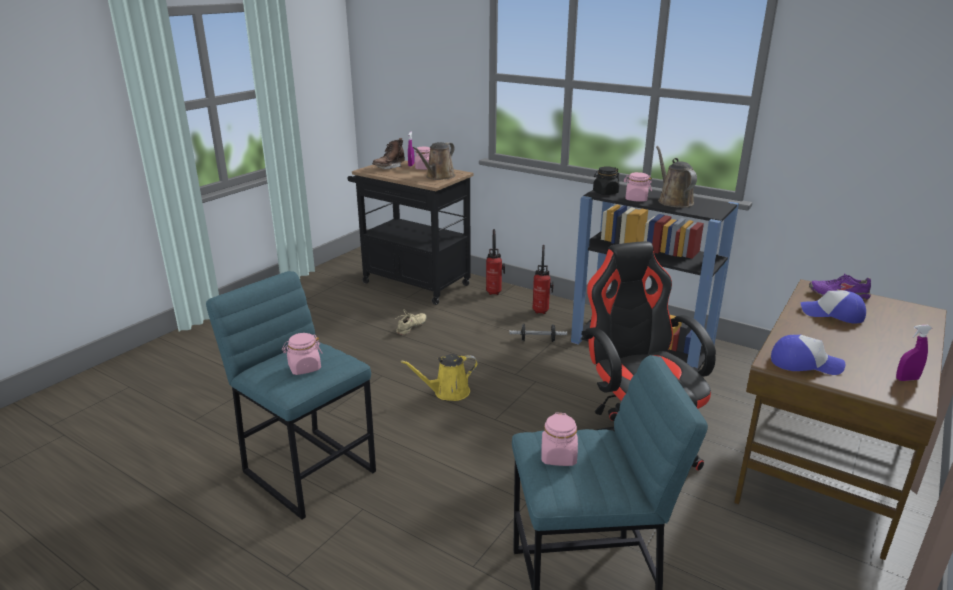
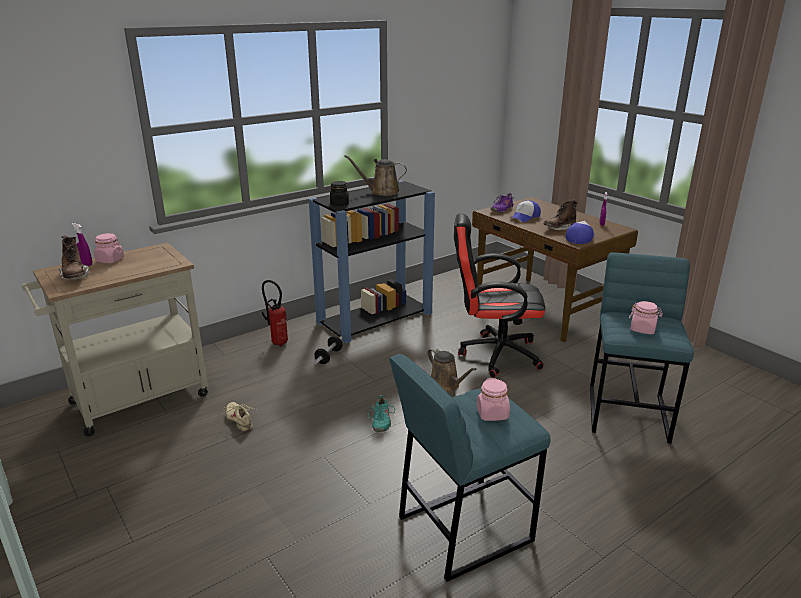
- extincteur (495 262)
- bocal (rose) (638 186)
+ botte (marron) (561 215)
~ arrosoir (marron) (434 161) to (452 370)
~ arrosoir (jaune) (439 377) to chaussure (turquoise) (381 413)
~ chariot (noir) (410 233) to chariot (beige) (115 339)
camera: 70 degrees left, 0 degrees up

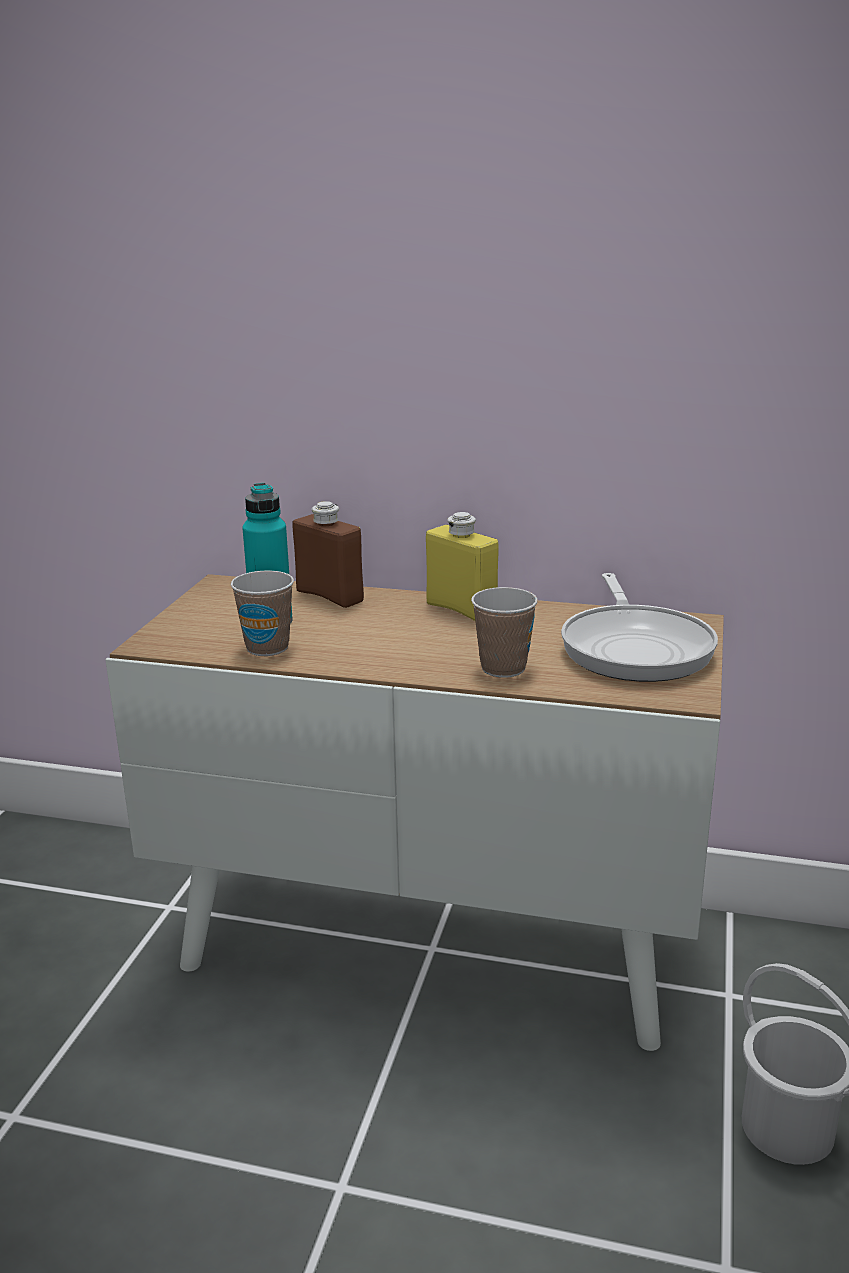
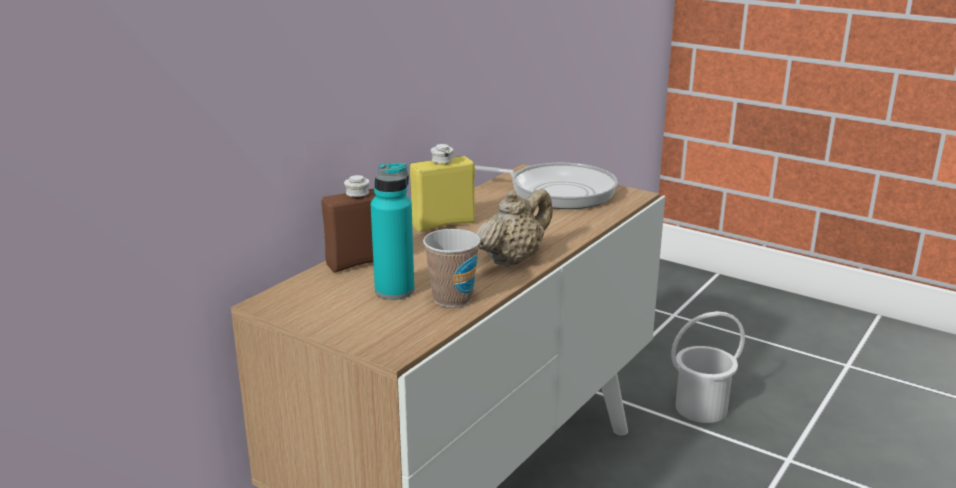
- tasse (504 632)
+ théière (beige) (514 228)
camera: 70 degrees left, 0 degrees up

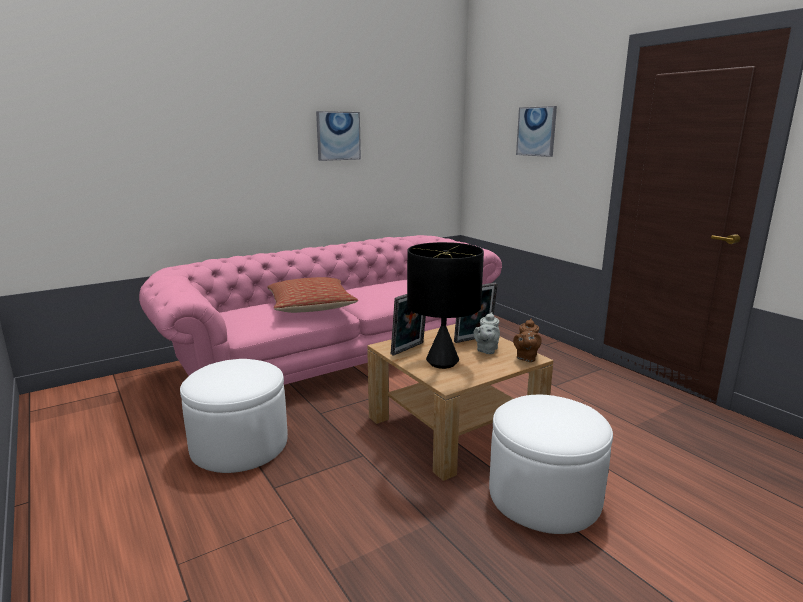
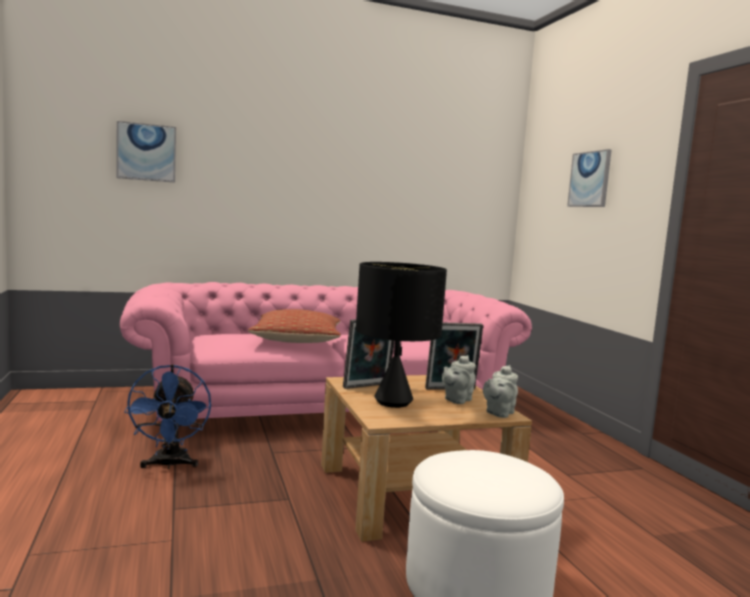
~ tableau (338 136) to (146 152)
~ pouf (blanc) (234 416) to ventilateur (bleu) (167 416)
~ théière (marron) (527 340) to théière (gris) (500 391)
camera: 15 degrees right, 10 degrees down

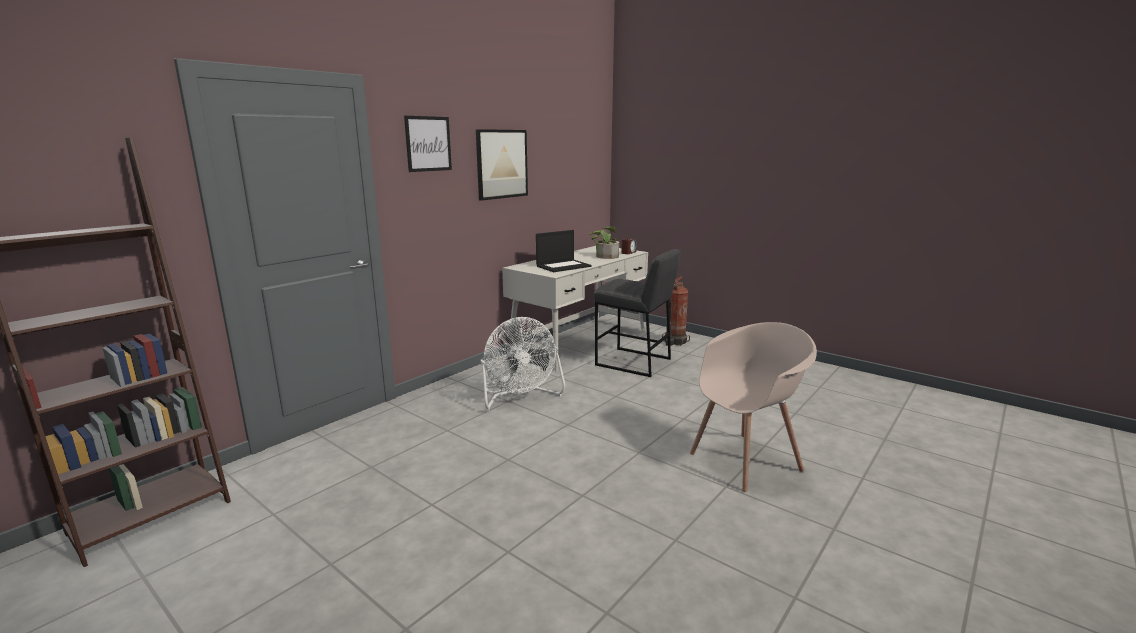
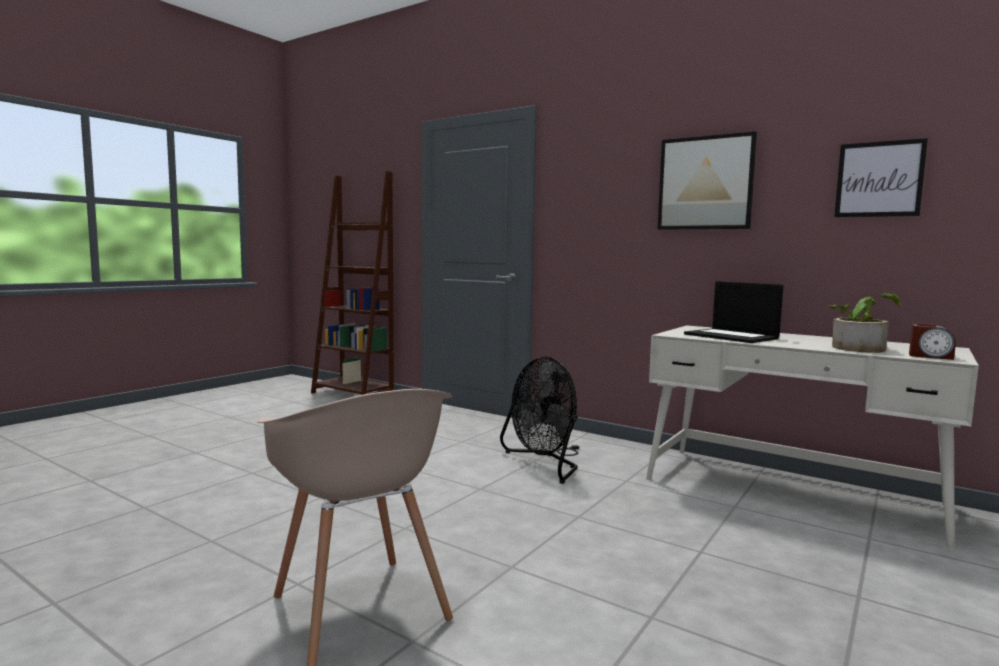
- tabouret (gris) (637 313)
- extincteur (676 311)
~ tableau (428 144) to (881 177)
~ ventilateur (blanc) (523 364) to ventilateur (noir) (540 420)
camera: 85 degrees right, 10 degrees down

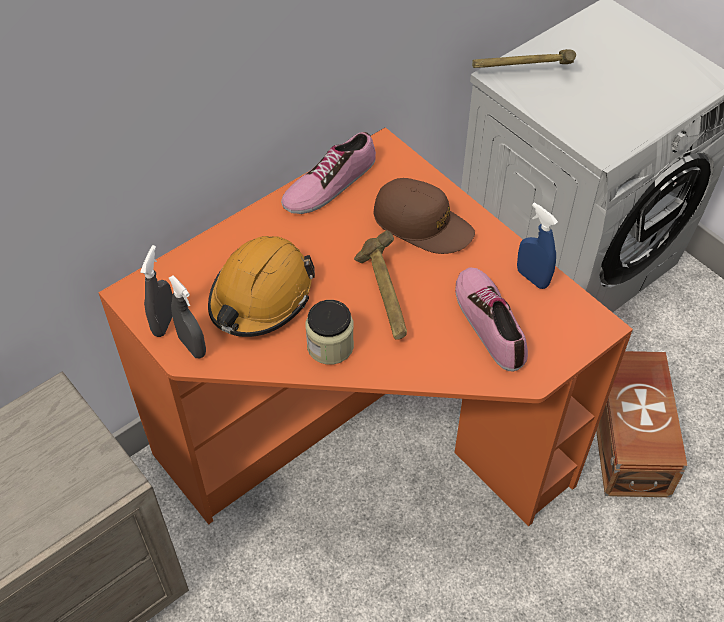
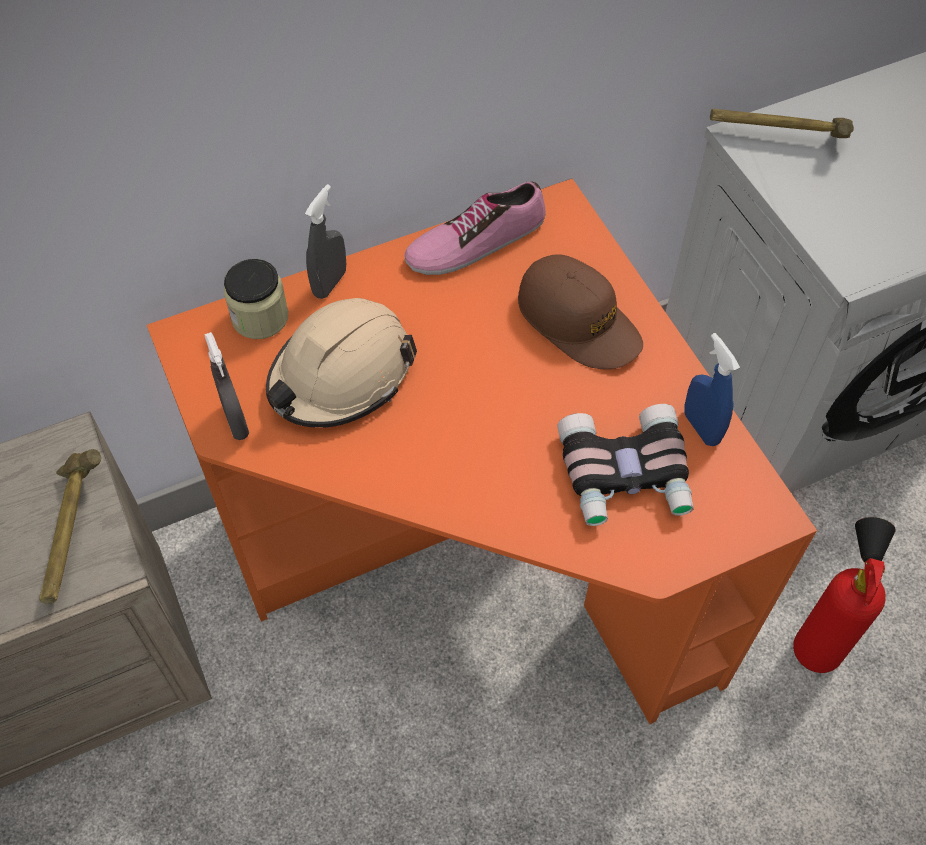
~ vaporisateur (gris) (156 291) to (325 241)
~ bocal (329 332) to (256 299)
~ marteau (380 285) to (70 526)
~ chaussure (491 319) to jumelles (625 465)
~ boîte de rangement (marron) (642 424) to extincteur (844 595)
~ casque de chantier (orange) (261 286) to casque de chantier (beige) (341 363)
camera: 15 degrees right, 5 degrees up

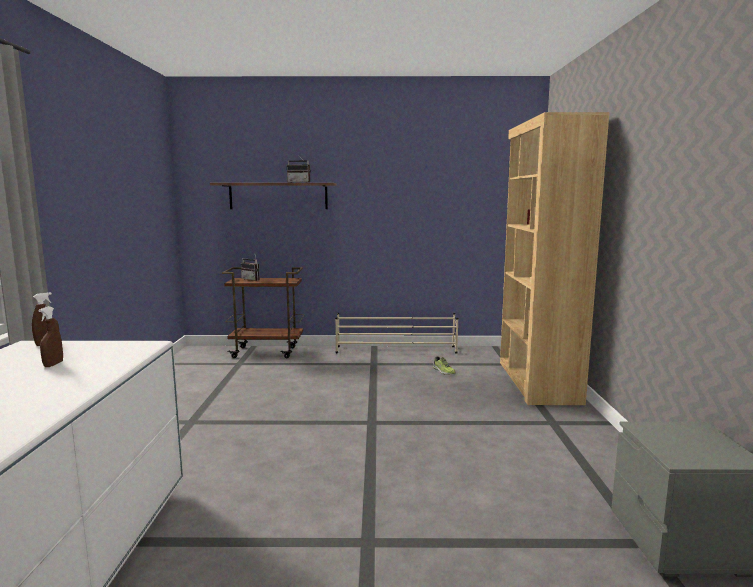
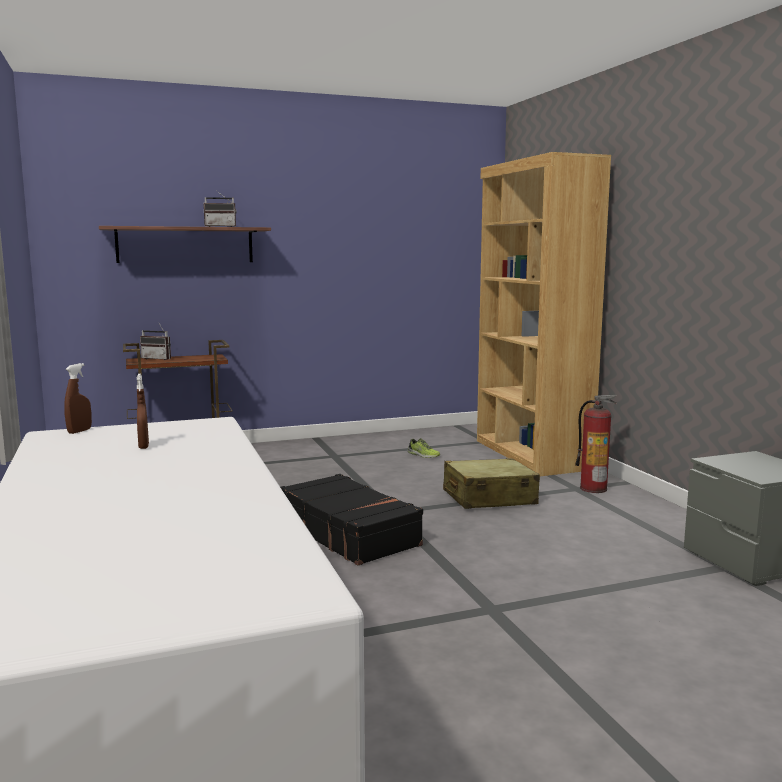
- étagère à chaussures (beige) (396 333)
+ valise (noir) (351 520)
+ valise (beige) (491 483)
+ extincteur (596 444)
camera: 20 degrees left, 0 degrees up

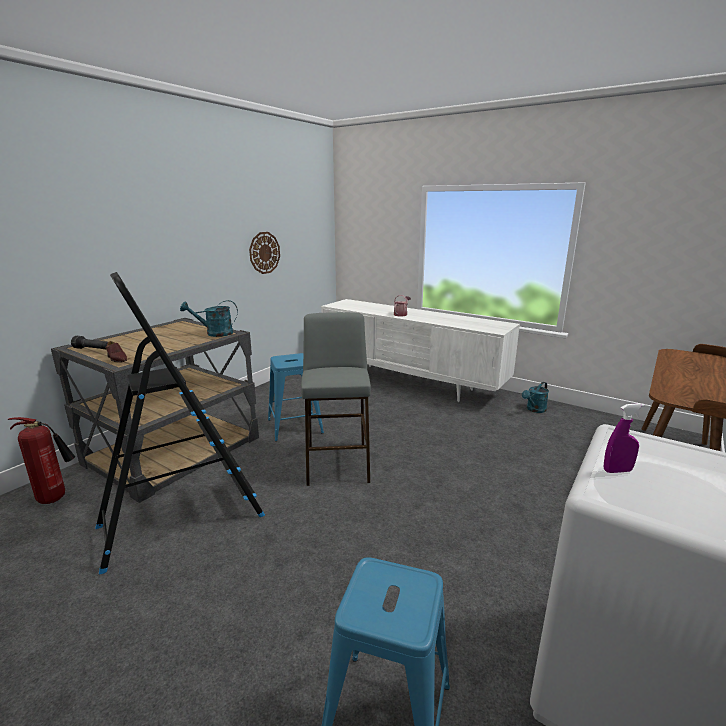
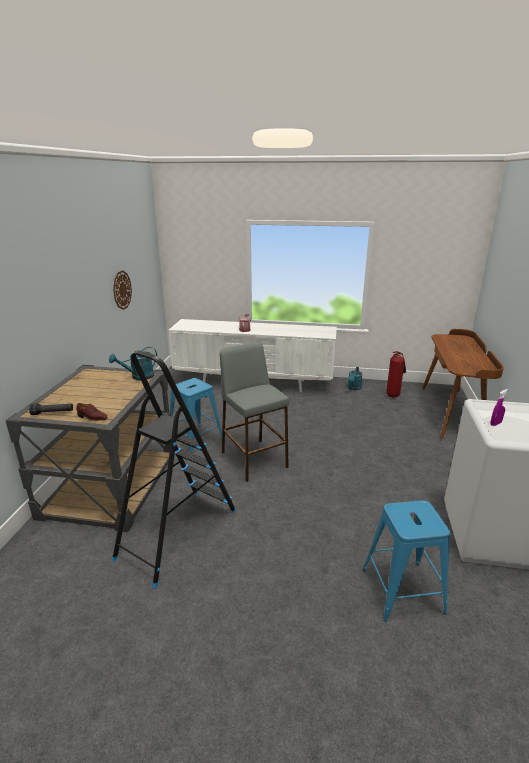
~ extincteur (41 460) to (396 374)
camera: 25 degrees left, 5 degrees up

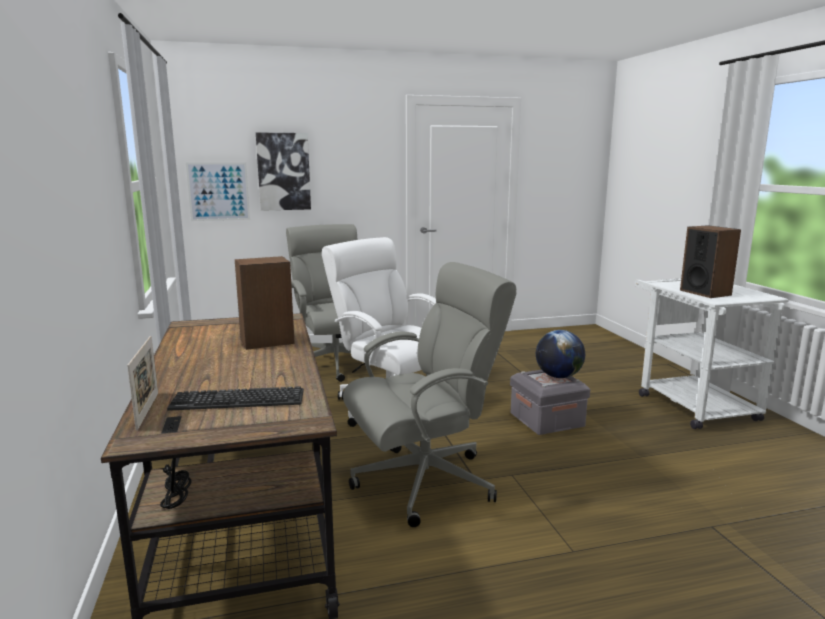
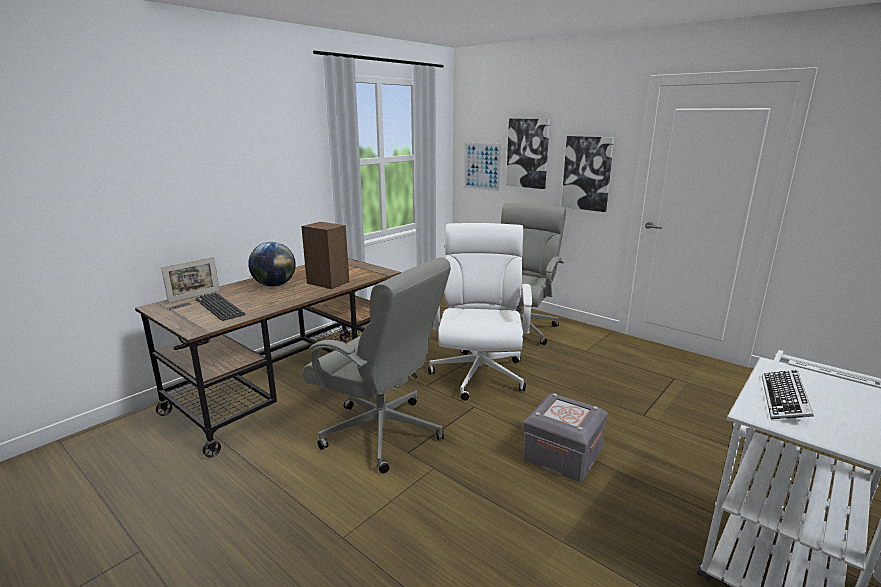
+ tableau (587 174)
~ globe (560 354) to (272 264)
~ enceinte (710 261) to clavier (788 394)
camera: 55 degrees right, 5 degrees up

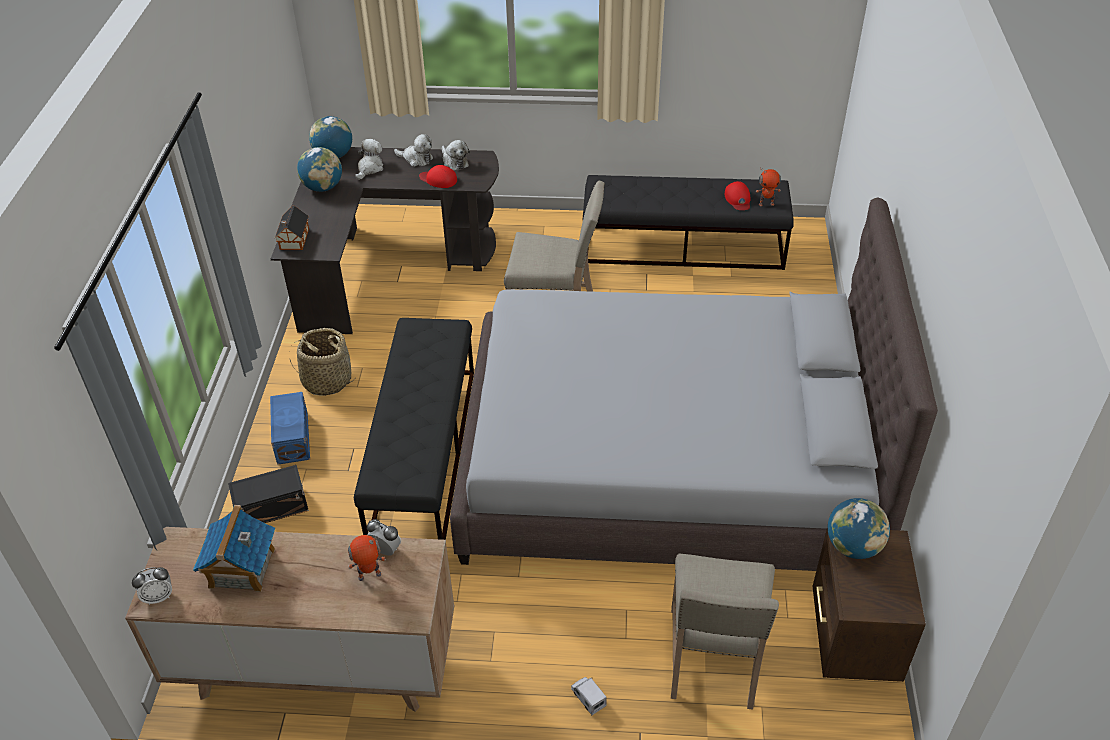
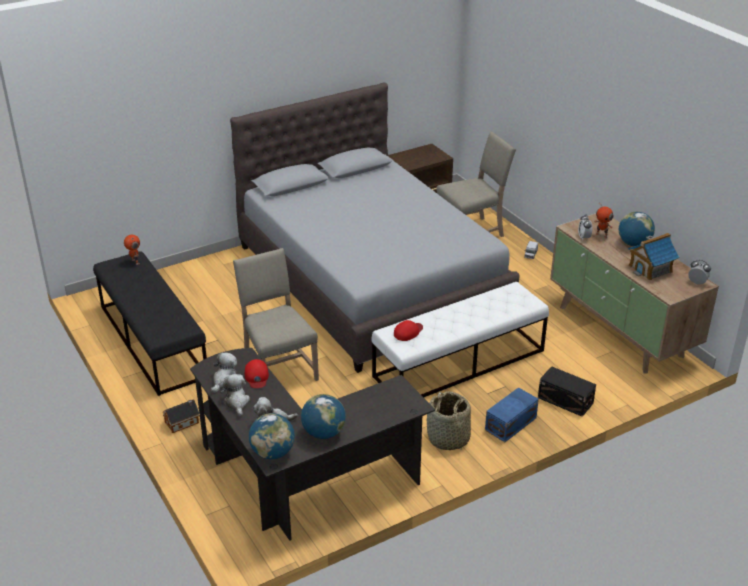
~ maison miniature (292 228) to (181 416)
~ casquette (rouge) (738 195) to (408 330)
~ globe (859 528) to (637 229)
~ banc (noir) (414 429) to banc (blanc) (460 339)
camera: 125 degrees left, 10 degrees down

